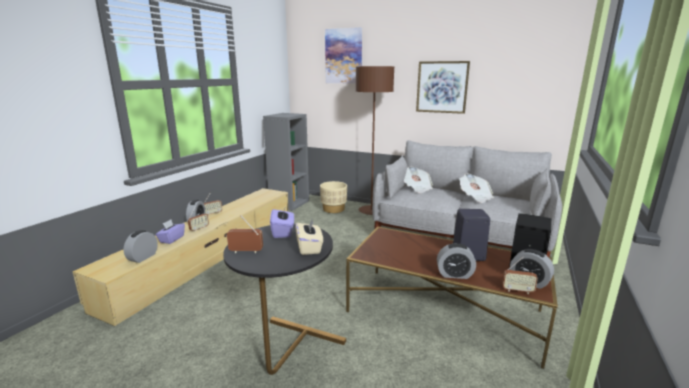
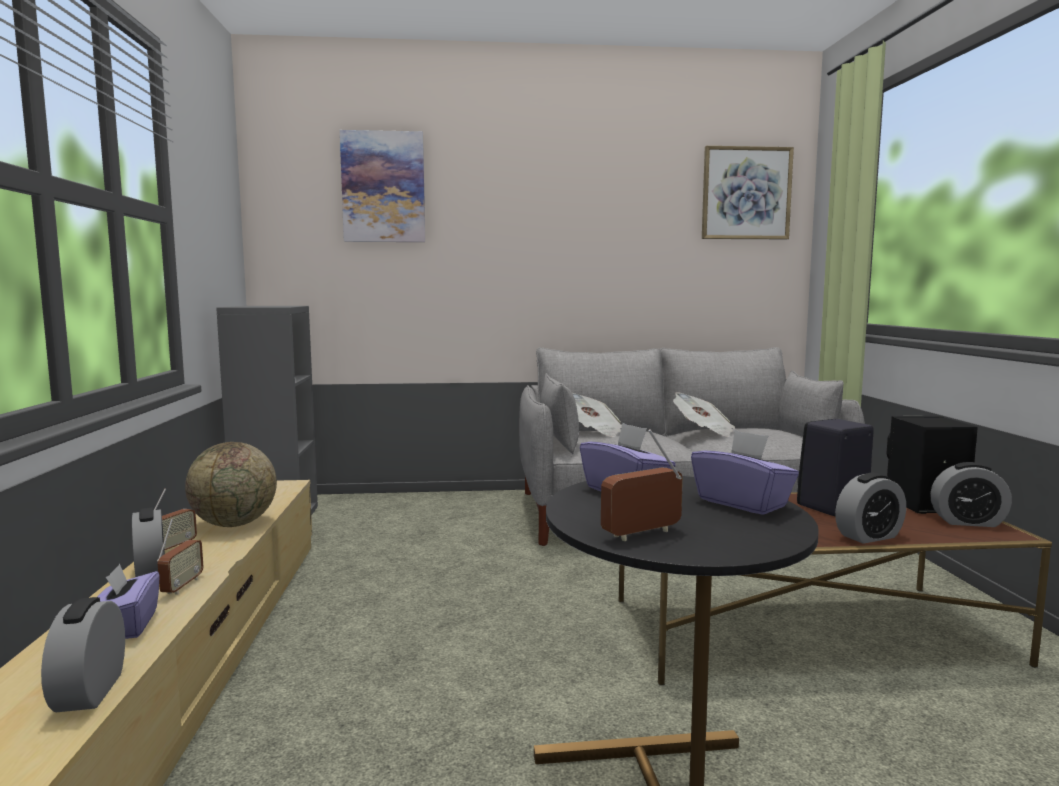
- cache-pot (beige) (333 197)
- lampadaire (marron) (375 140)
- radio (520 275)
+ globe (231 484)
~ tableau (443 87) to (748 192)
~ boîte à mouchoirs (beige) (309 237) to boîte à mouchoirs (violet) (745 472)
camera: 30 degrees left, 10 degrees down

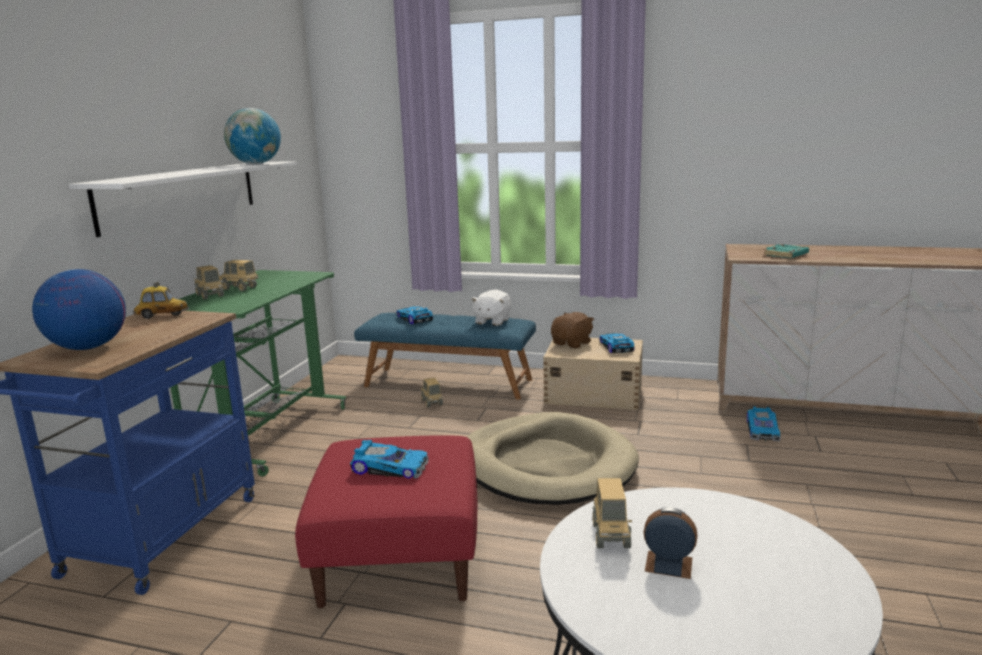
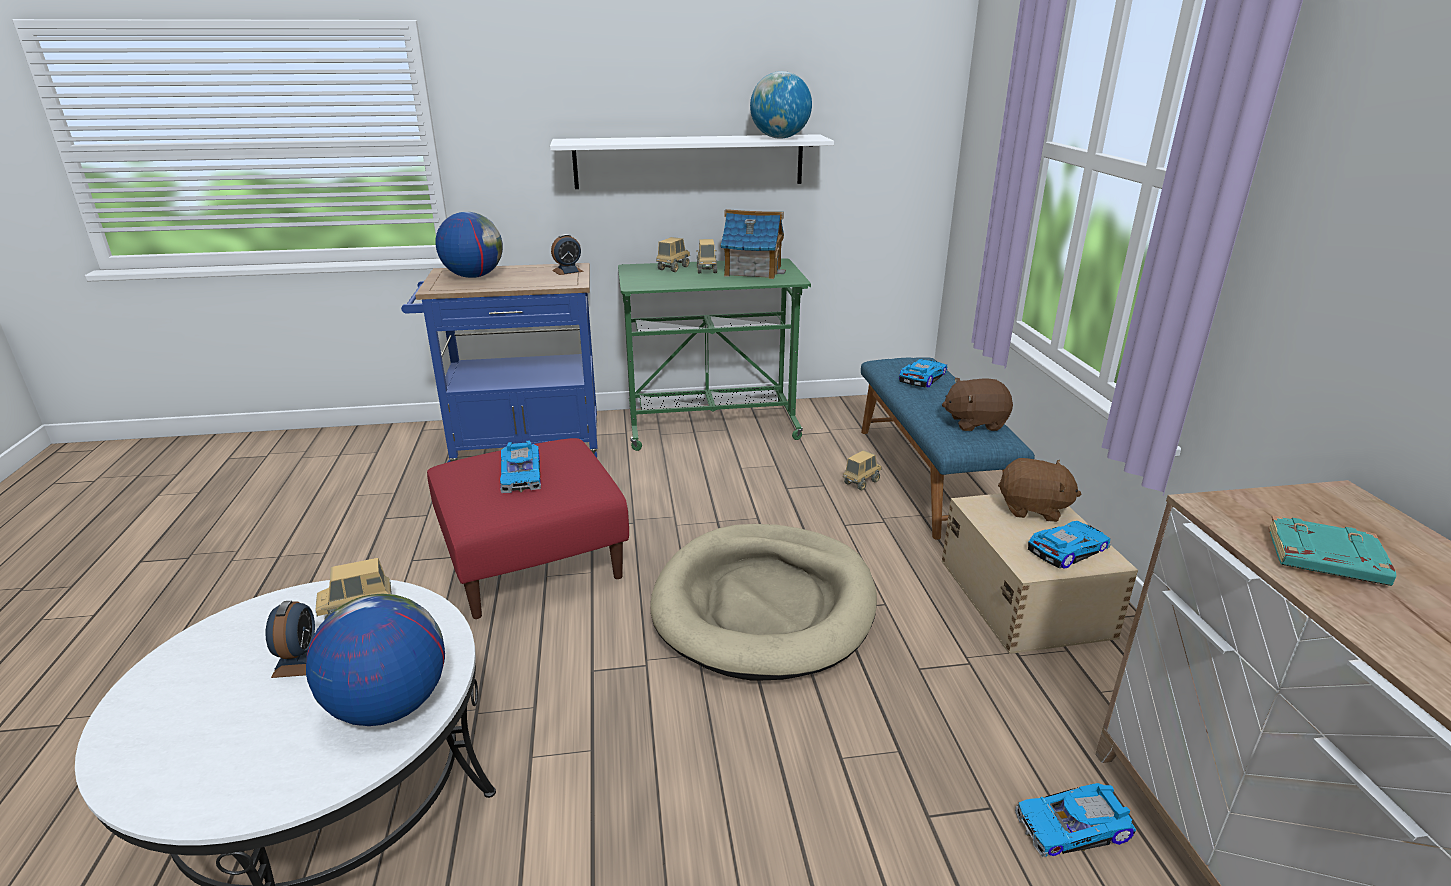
+ globe (375 659)
+ maison miniature (753 244)
~ petite voiture (161 300) to réveil (567 254)
~ peluche (blanc) (491 308) to peluche (marron) (977 404)
camera: 65 degrees right, 10 degrees up

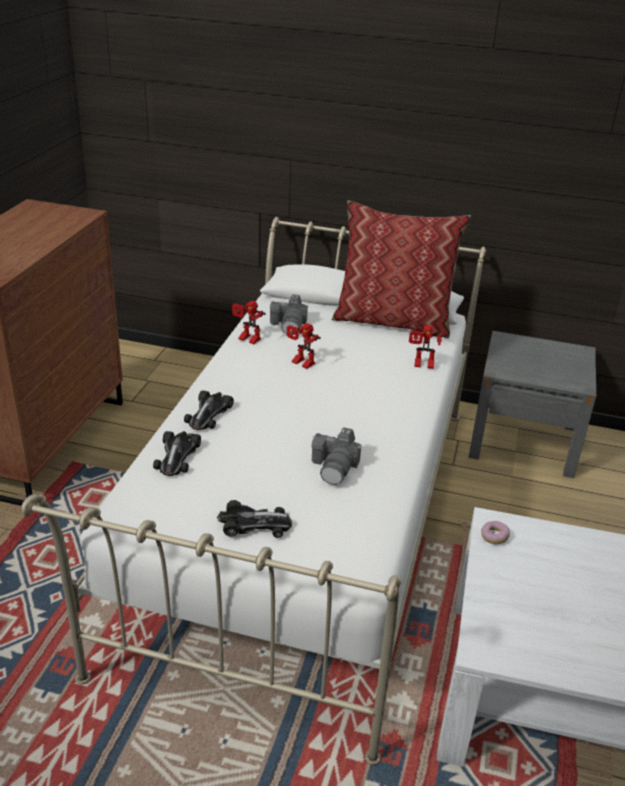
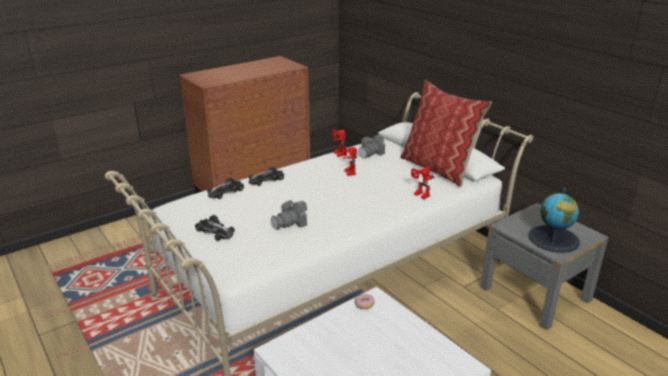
+ globe (554 220)
camera: 40 degrees right, 5 degrees down

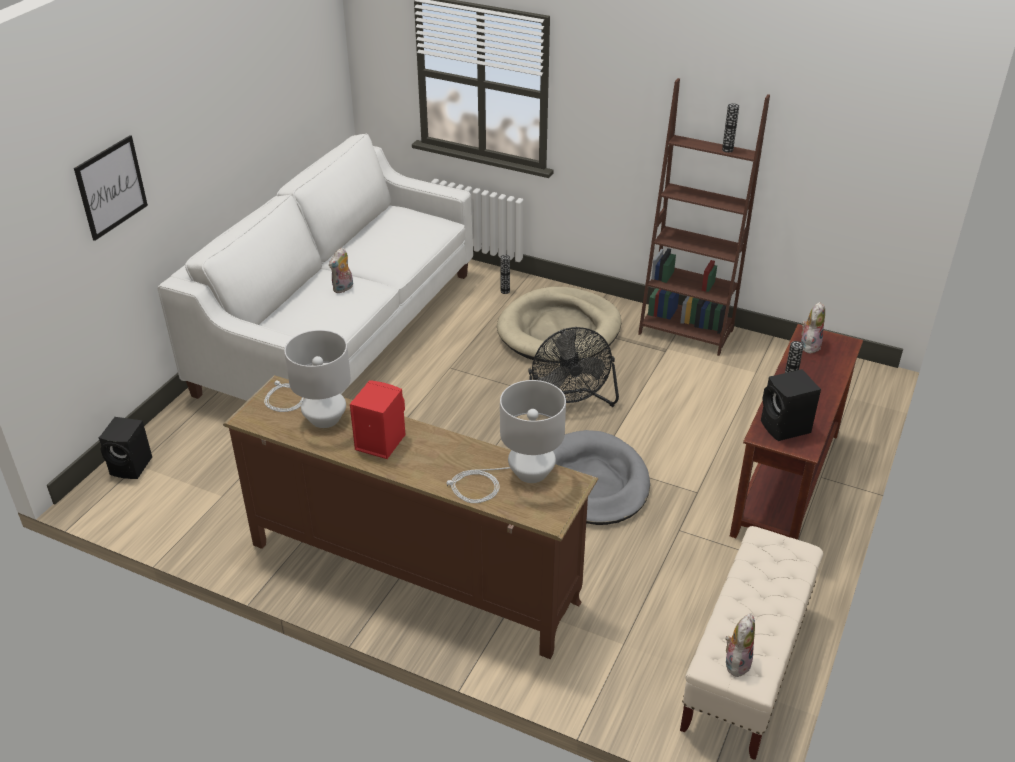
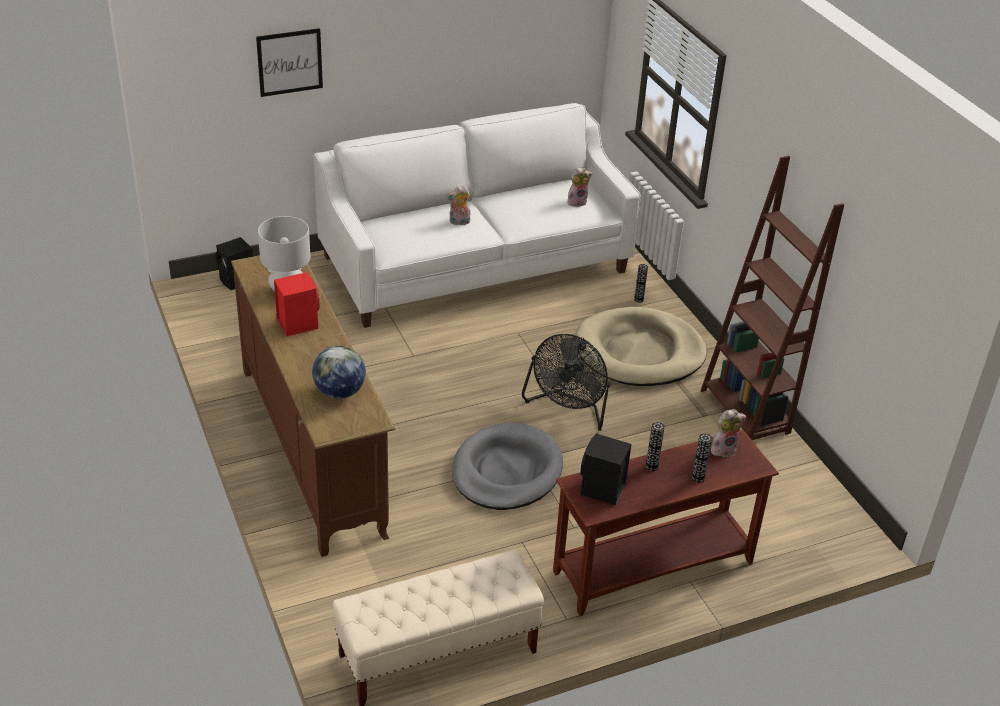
~ vase (730 128) to (702 458)
~ peluche (740 645) to (580 187)
~ lampe de table (blanc) (506 441) to globe (339 372)
camera: 40 degrees right, 0 degrees up

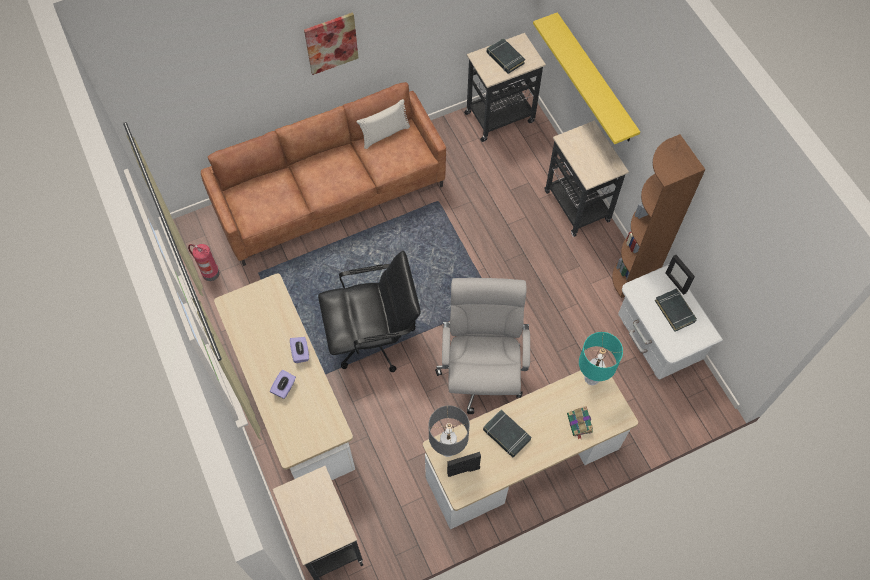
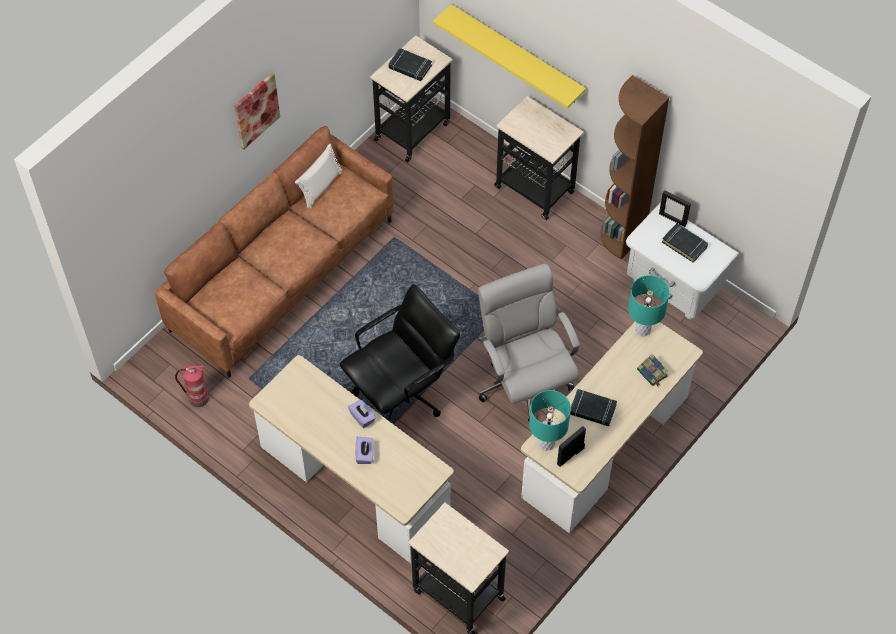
~ lampe de table (gris) (449 431) to lampe de table (turquoise) (550 420)
camera: 25 degrees left, 5 degrees down

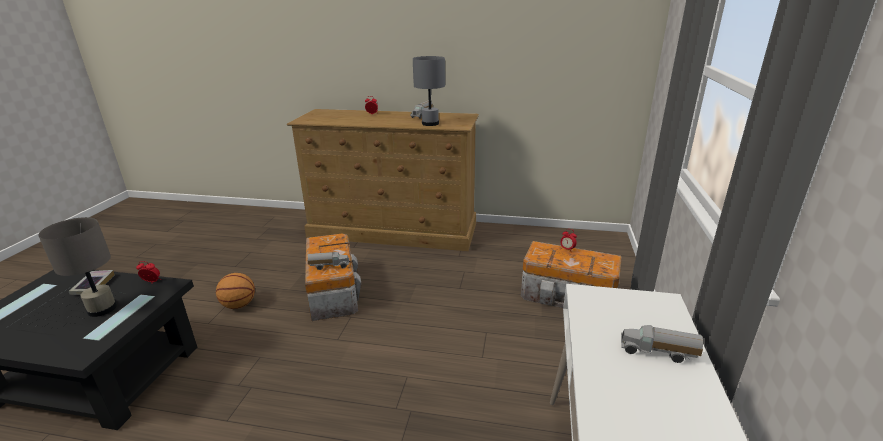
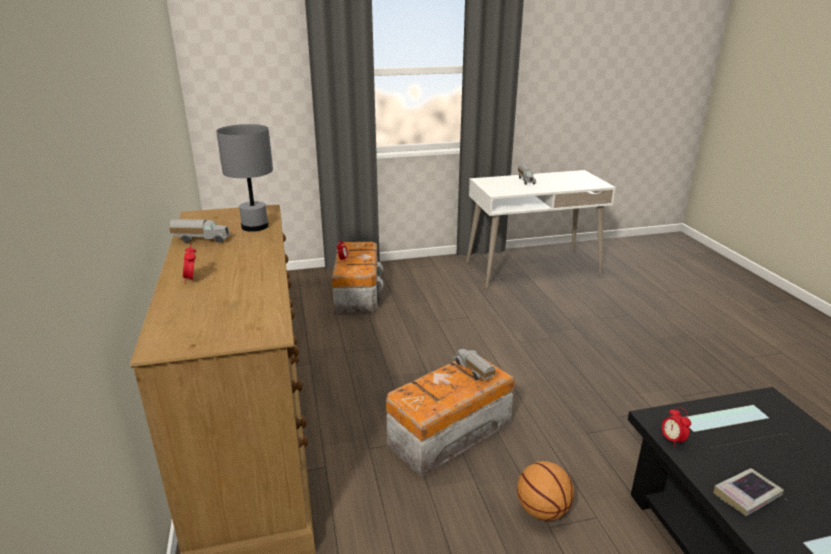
- lampe de table (gris) (77 267)
camera: 115 degrees left, 0 degrees up

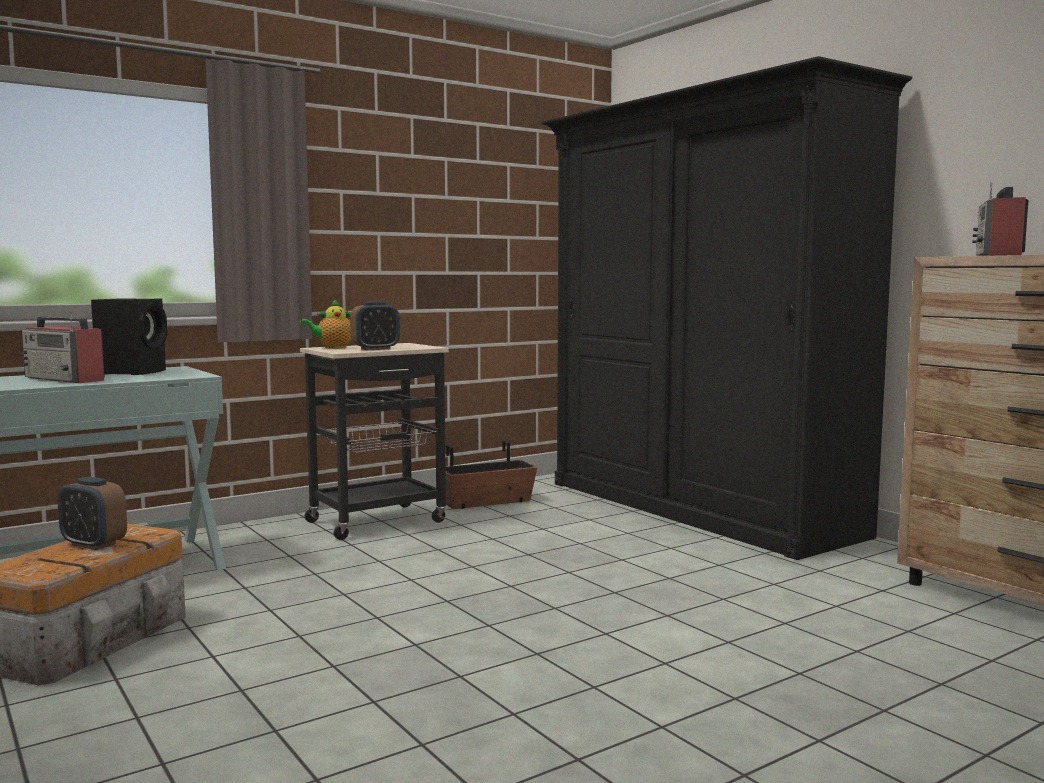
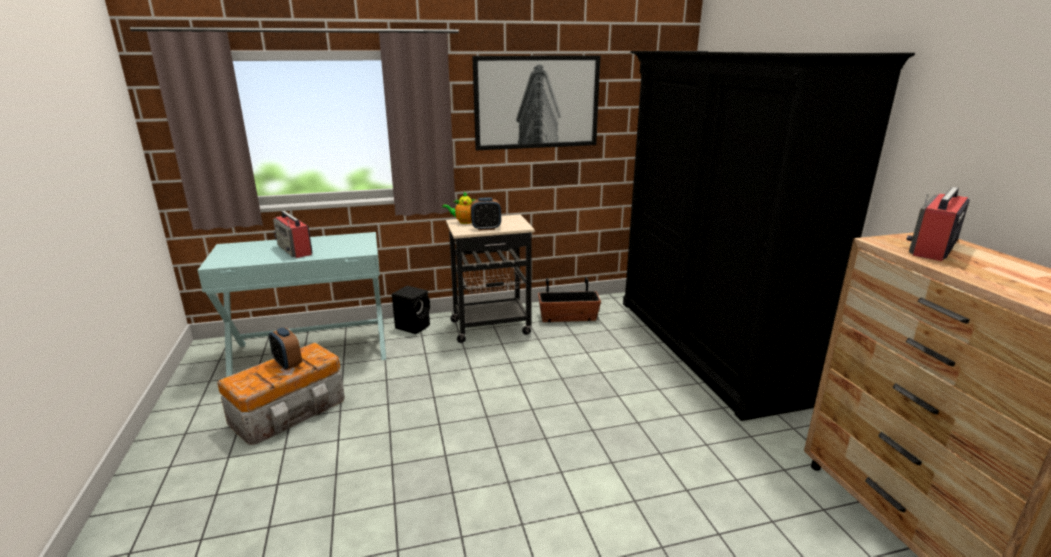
+ tableau (536 102)
~ enceinte (noir) (129 336) to (411 310)
camera: 20 degrees right, 15 degrees up

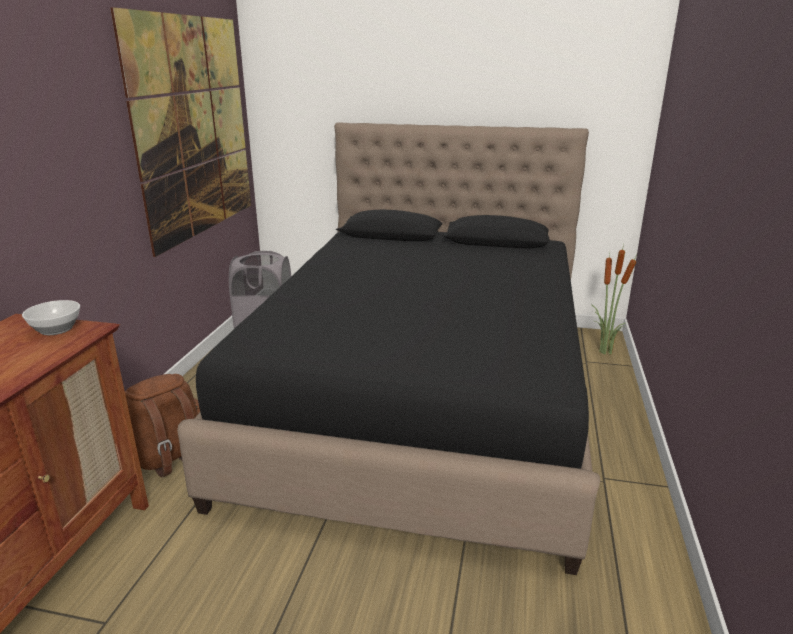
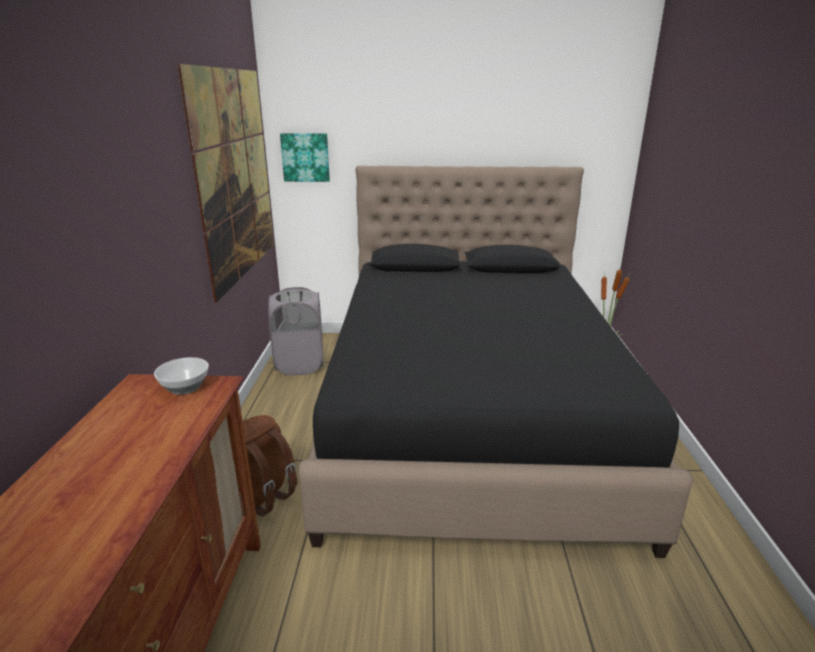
+ tableau (305 157)
camera: 10 degrees left, 0 degrees up

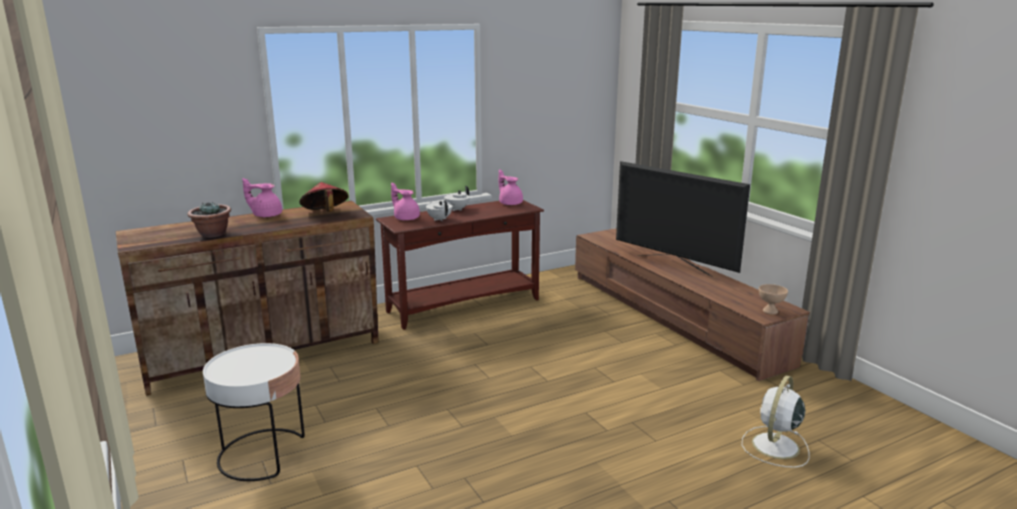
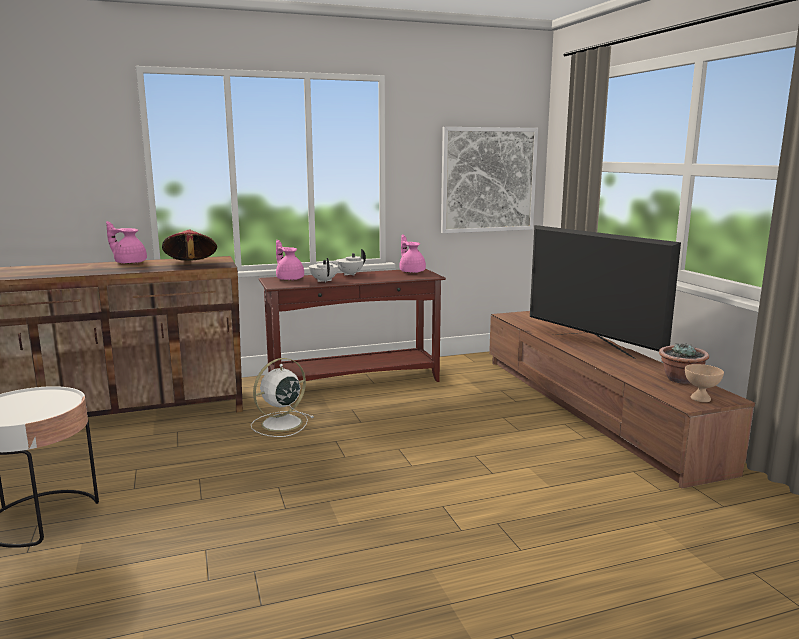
+ tableau (489 180)
~ plante en pot (209 220) to (684 363)
~ ventilateur (blanc) (776 421) to (282 397)
camera: 10 degrees right, 5 degrees down

